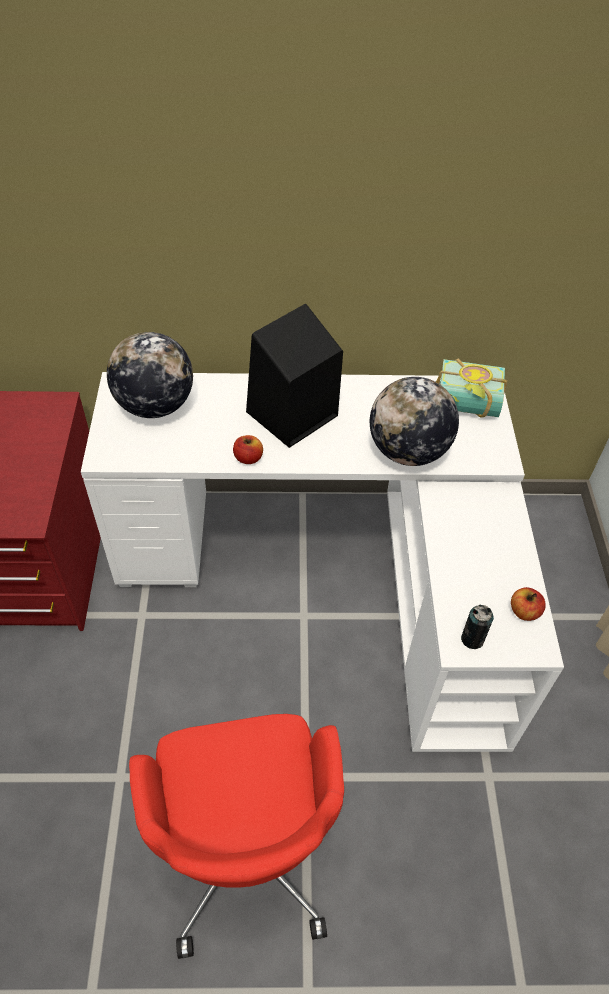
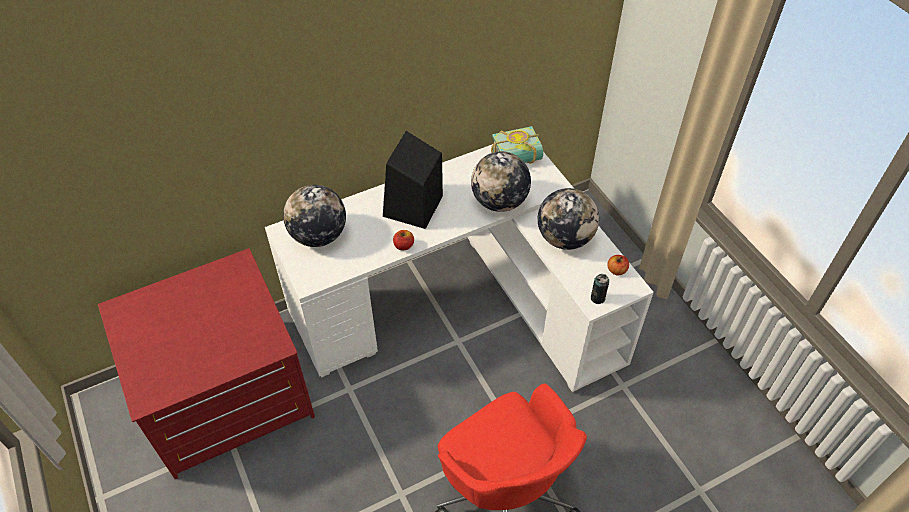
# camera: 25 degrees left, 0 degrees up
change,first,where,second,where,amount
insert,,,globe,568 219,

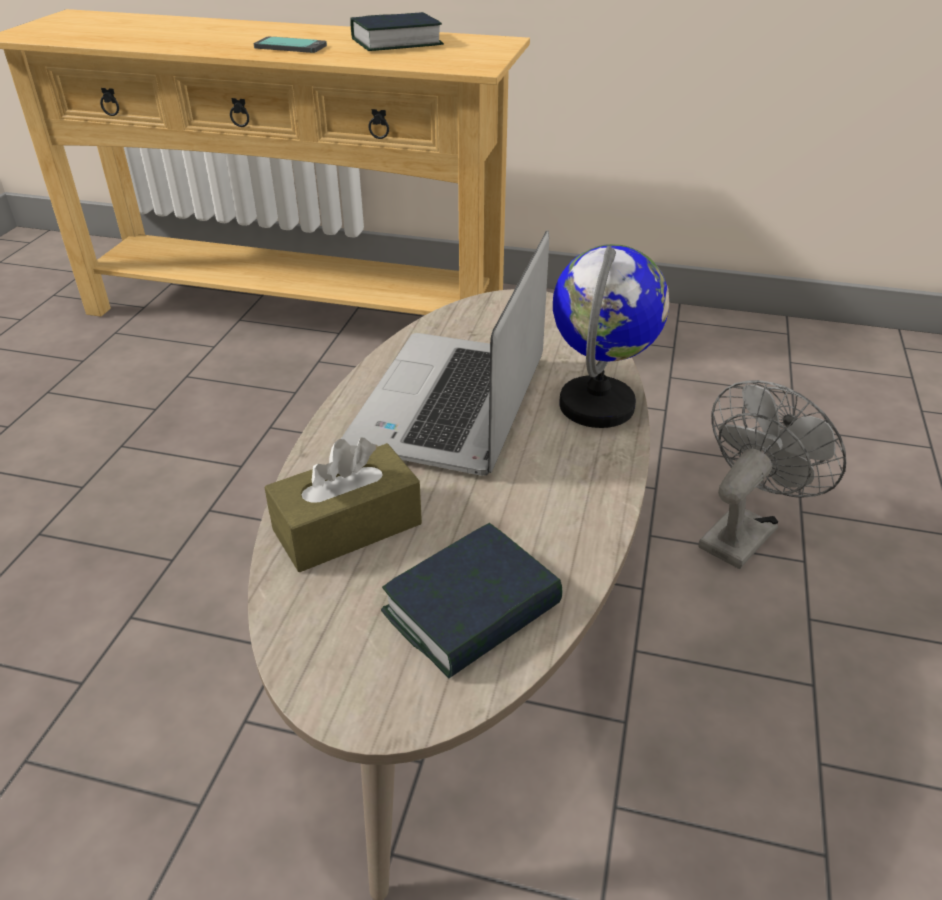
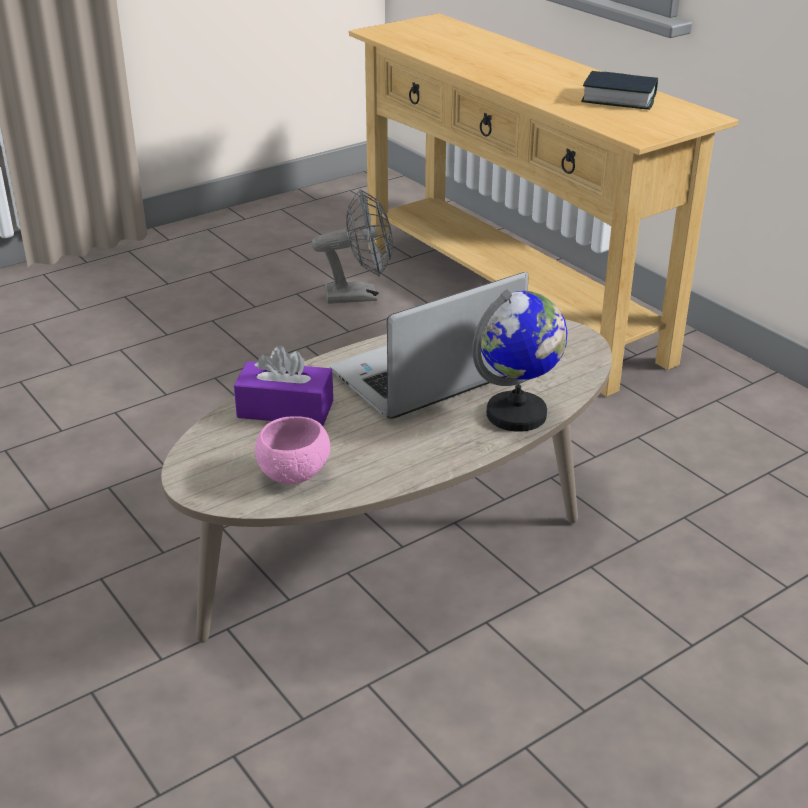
# camera: 40 degrees right, 5 degrees down
change,first,where,second,where,amount
delete,phone,290 45,,,
move,grey fan,772 474,,352 246,
recolor,brown tissue box,343 505,purple tissue box,283 385,
replace,book,471 601,pink bowl,292 450,

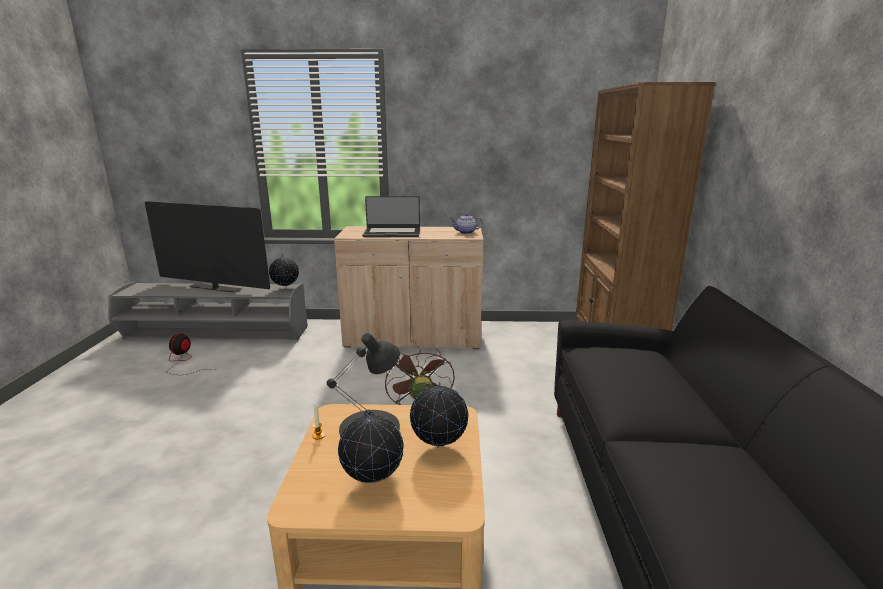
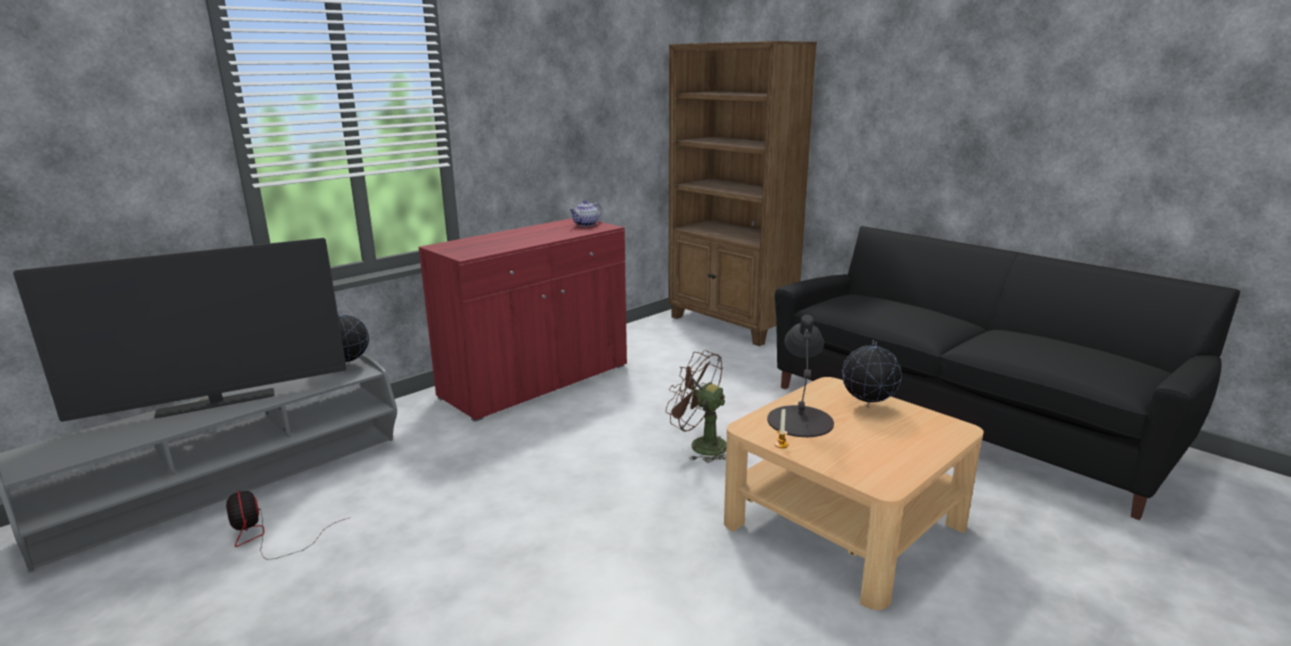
# camera: 45 degrees left, 0 degrees up
change,first,where,second,where,amount
delete,laptop,391 216,,,
recolor,beige cabinet,408 287,red cabinet,523 320,
delete,globe,371 448,,,

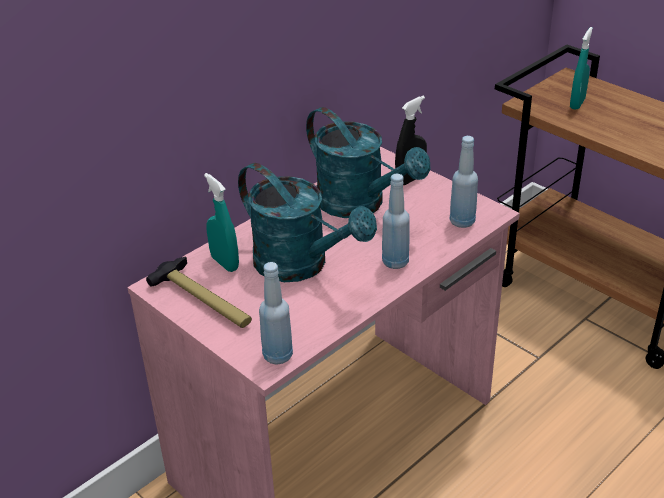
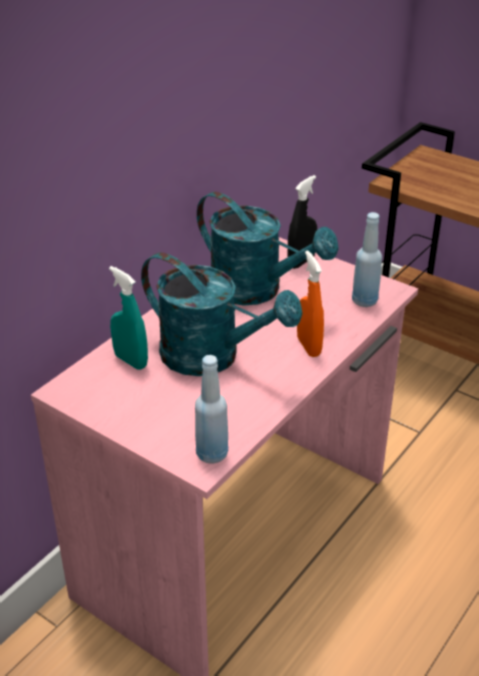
# camera: 10 degrees left, 0 degrees up
change,first,where,second,where,amount
delete,turquoise spray bottle,581 68,,,
replace,blue bottle,396 221,orange spray bottle,310 304,
delete,hammer,199 292,,,

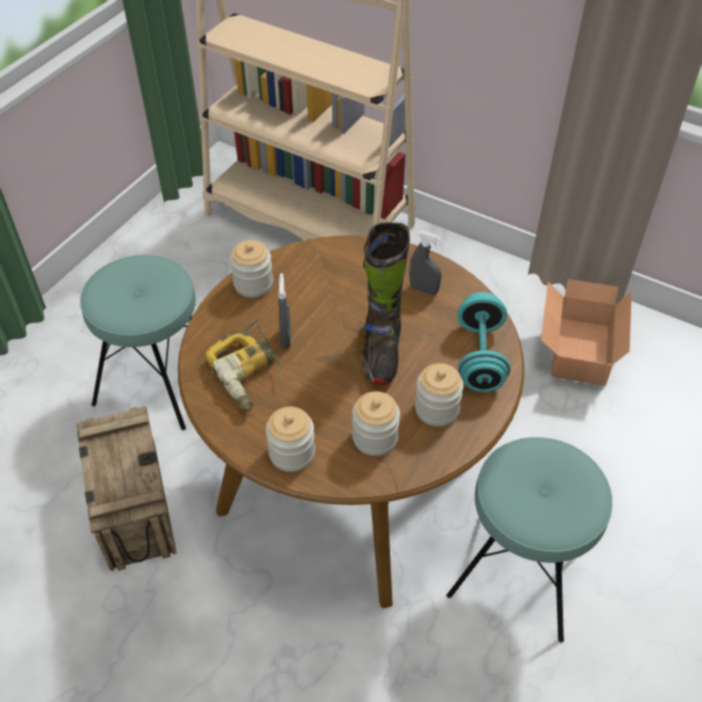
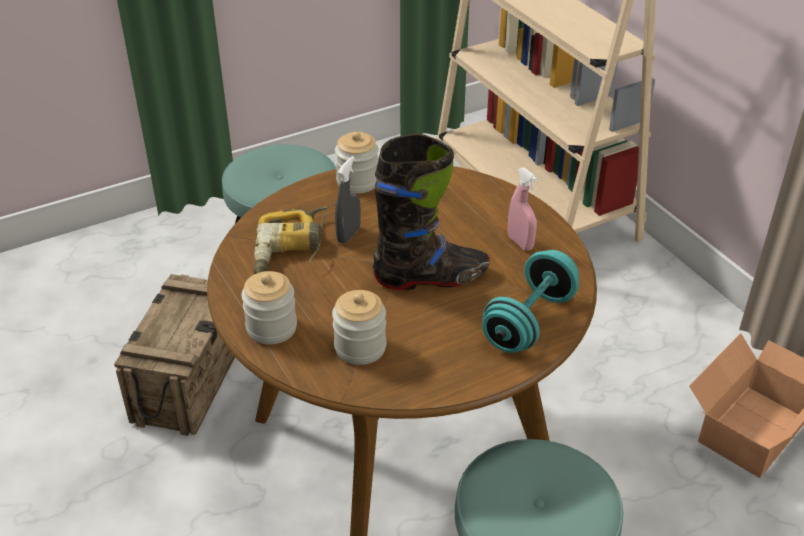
# camera: 30 degrees right, 10 degrees down
change,first,where,second,where,amount
rotate,black boot,386 303,,431 211,135 degrees counterclockwise
recolor,grey spray bottle,425 263,pink spray bottle,523 209,
delete,jar,439 394,,,

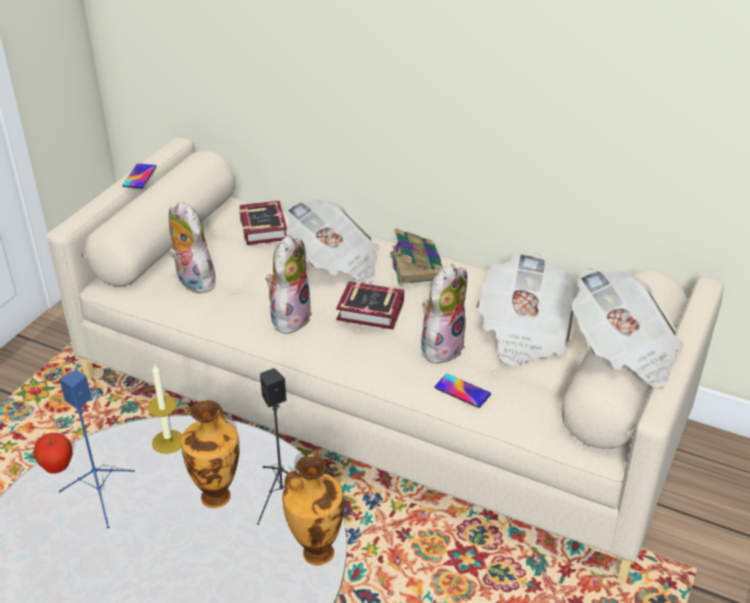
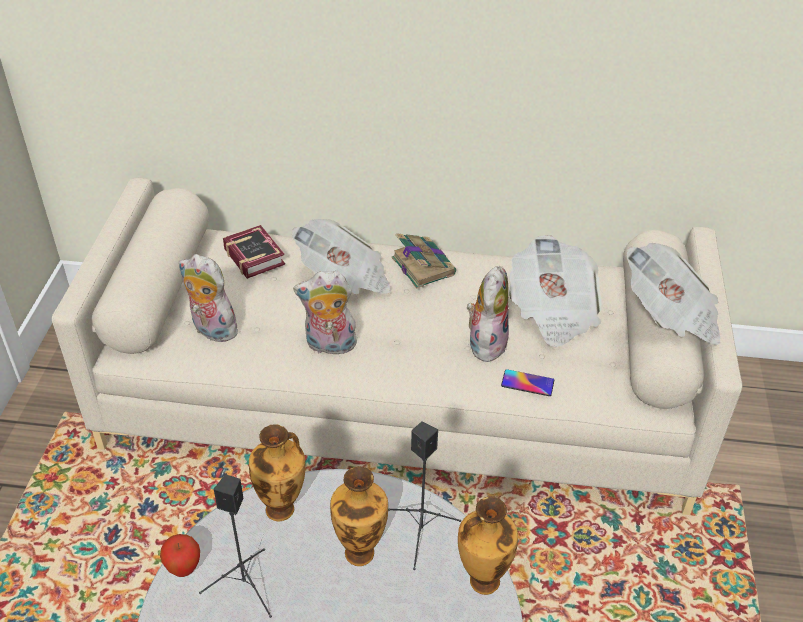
# camera: 20 degrees left, 5 degrees up
change,first,where,second,where,amount
delete,phone,140 176,,,
rotate,plush toy,288 284,,325 313,90 degrees counterclockwise
delete,book,370 305,,,
replace,candle,165 408,vase,277 472,
recolor,blue speaker,97 449,black speaker,235 546,

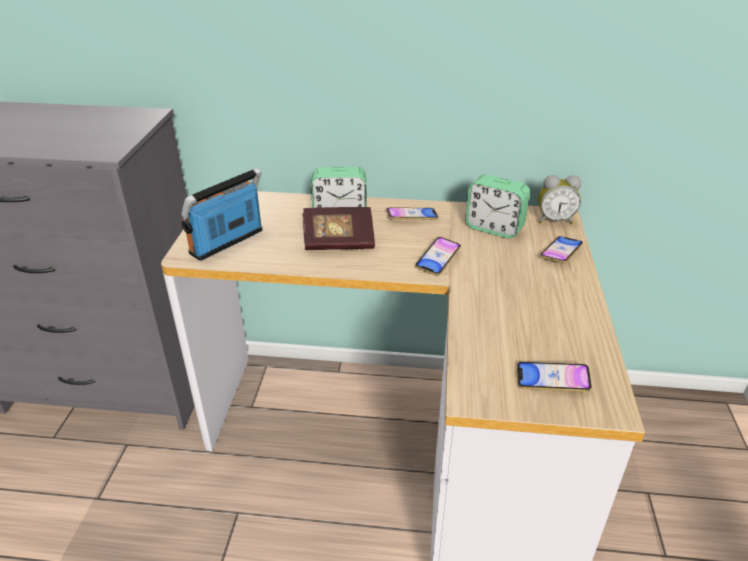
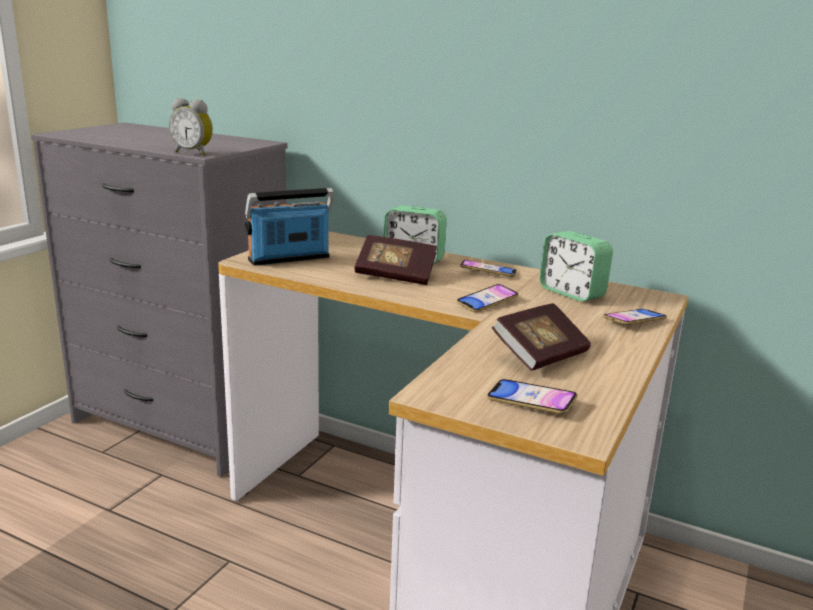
# camera: 20 degrees right, 15 degrees down
change,first,where,second,where,amount
move,alarm clock,559 199,,191 127,
insert,,,book,541 337,

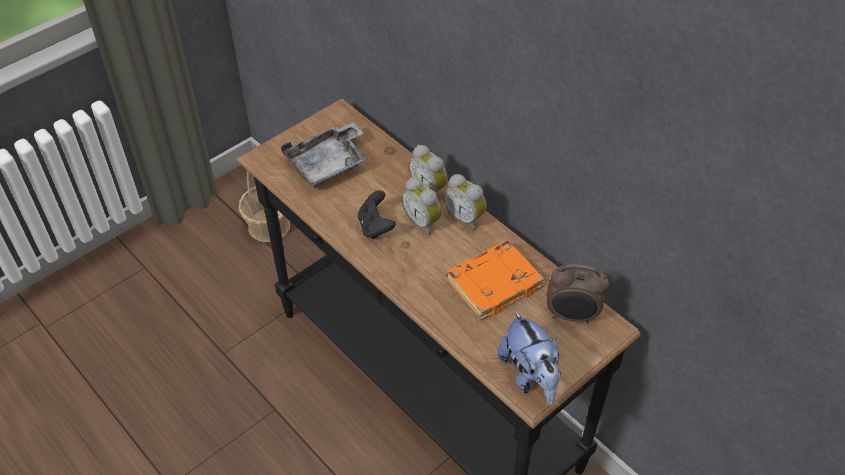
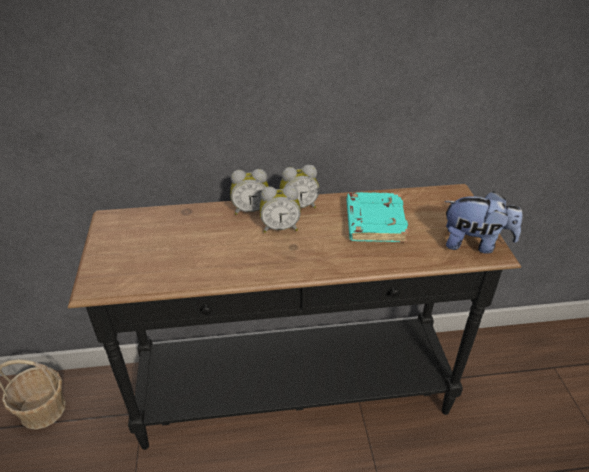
# camera: 55 degrees left, 10 degrees down
change,first,where,second,where,amount
delete,grey tray,324 155,,,
delete,black game controller,377 214,,,
recolor,orange book,495 280,turquoise book,378 217,
delete,alarm clock,578 294,,,

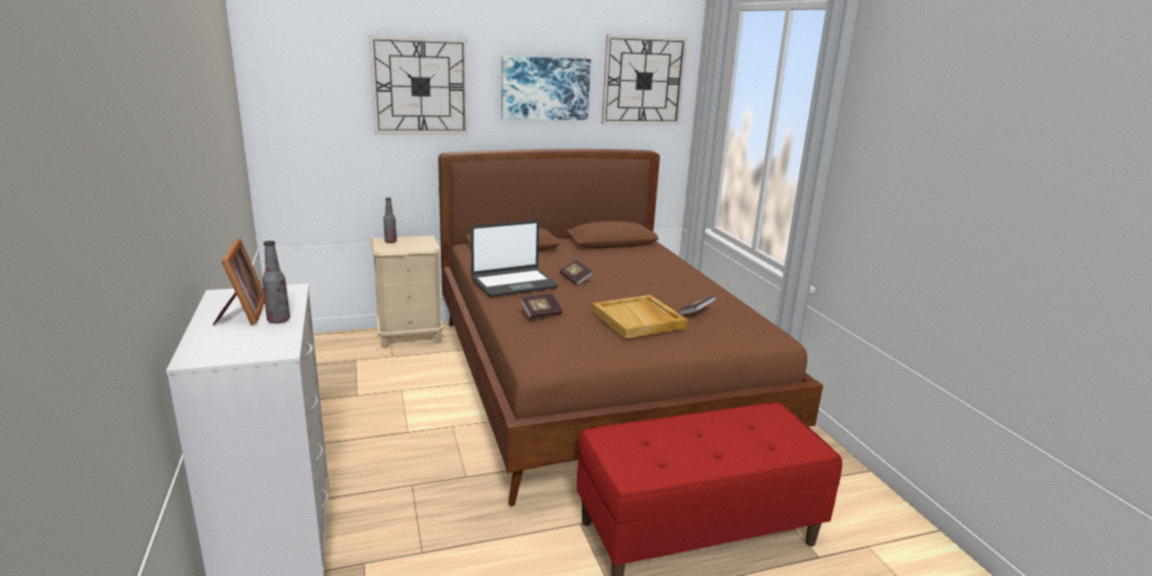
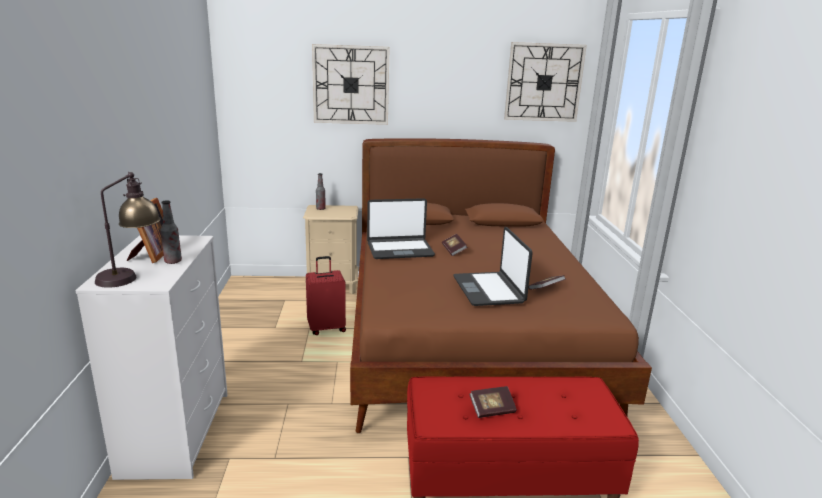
# camera: 15 degrees right, 0 degrees up
change,first,where,second,where,amount
delete,picture,546 88,,,
move,book,541 306,,493 402,
replace,beige tray,639 317,laptop,493 266,
insert,,,table lamp,128 230,
insert,,,red suitcase,326 295,

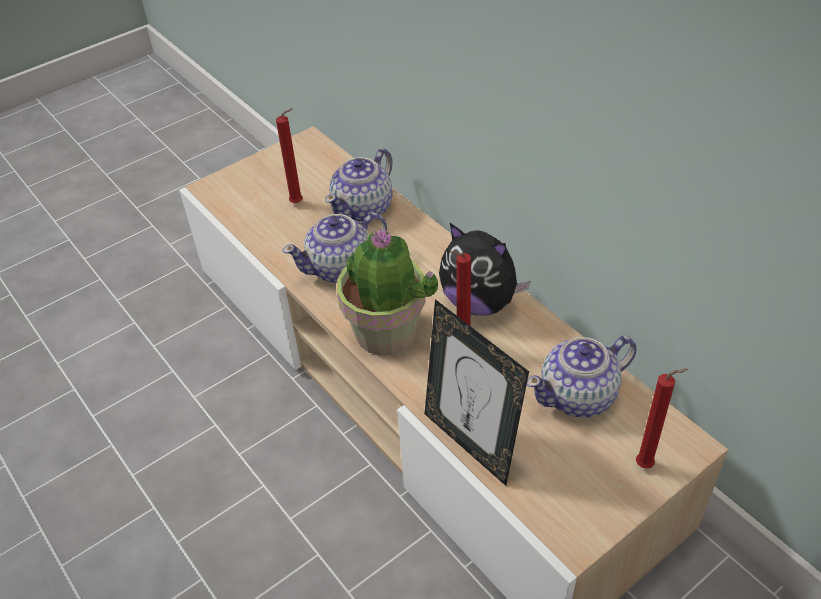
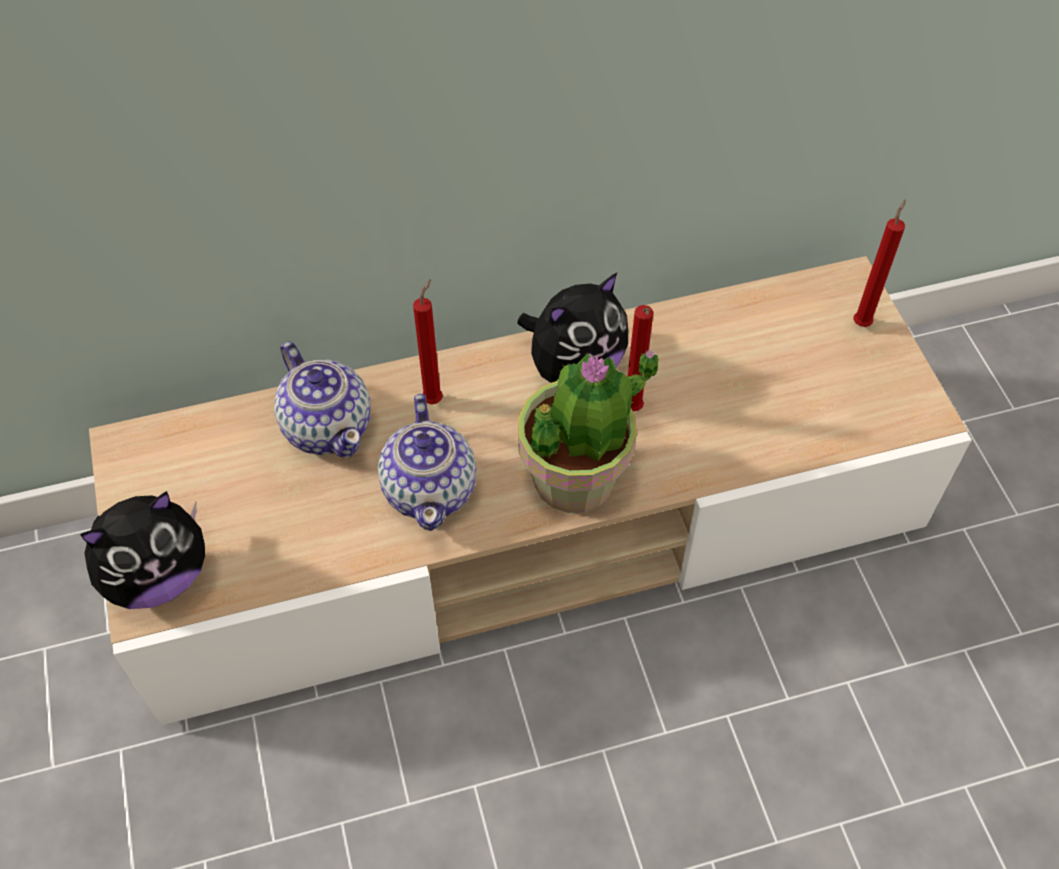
# camera: 70 degrees left, 10 degrees up
change,first,where,second,where,amount
move,red candle,289 156,,428 341,
delete,picture frame,477 392,,,
delete,teapot,581 376,,,
insert,,,plush toy,142 550,

